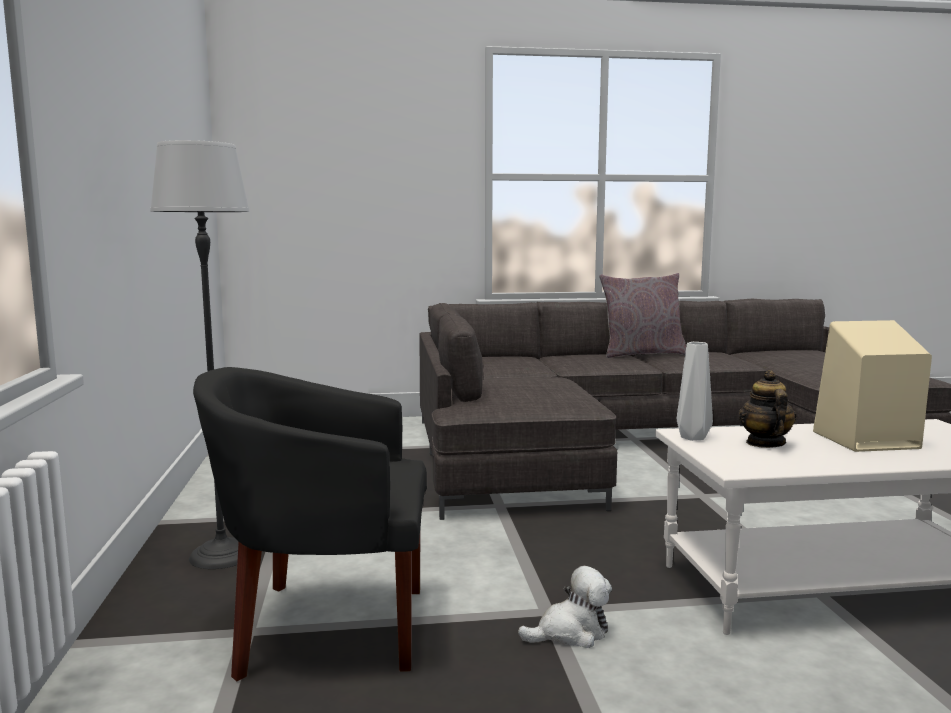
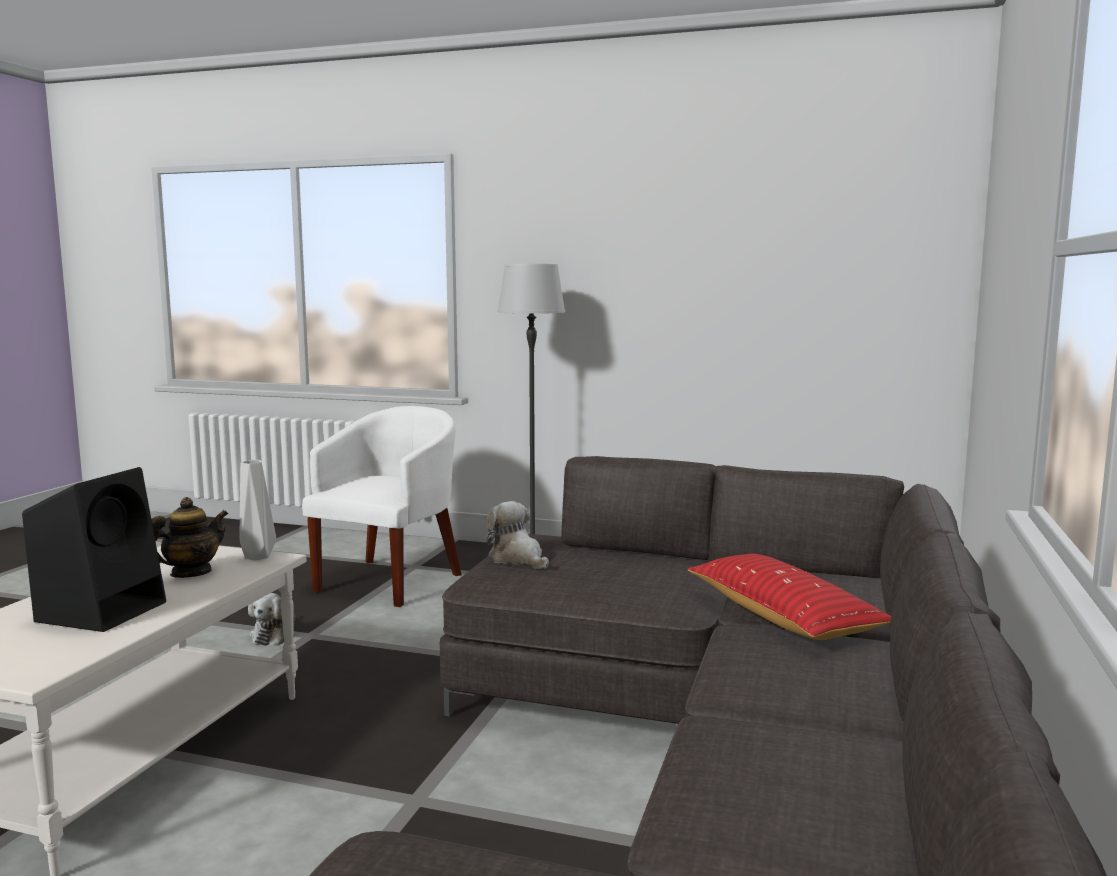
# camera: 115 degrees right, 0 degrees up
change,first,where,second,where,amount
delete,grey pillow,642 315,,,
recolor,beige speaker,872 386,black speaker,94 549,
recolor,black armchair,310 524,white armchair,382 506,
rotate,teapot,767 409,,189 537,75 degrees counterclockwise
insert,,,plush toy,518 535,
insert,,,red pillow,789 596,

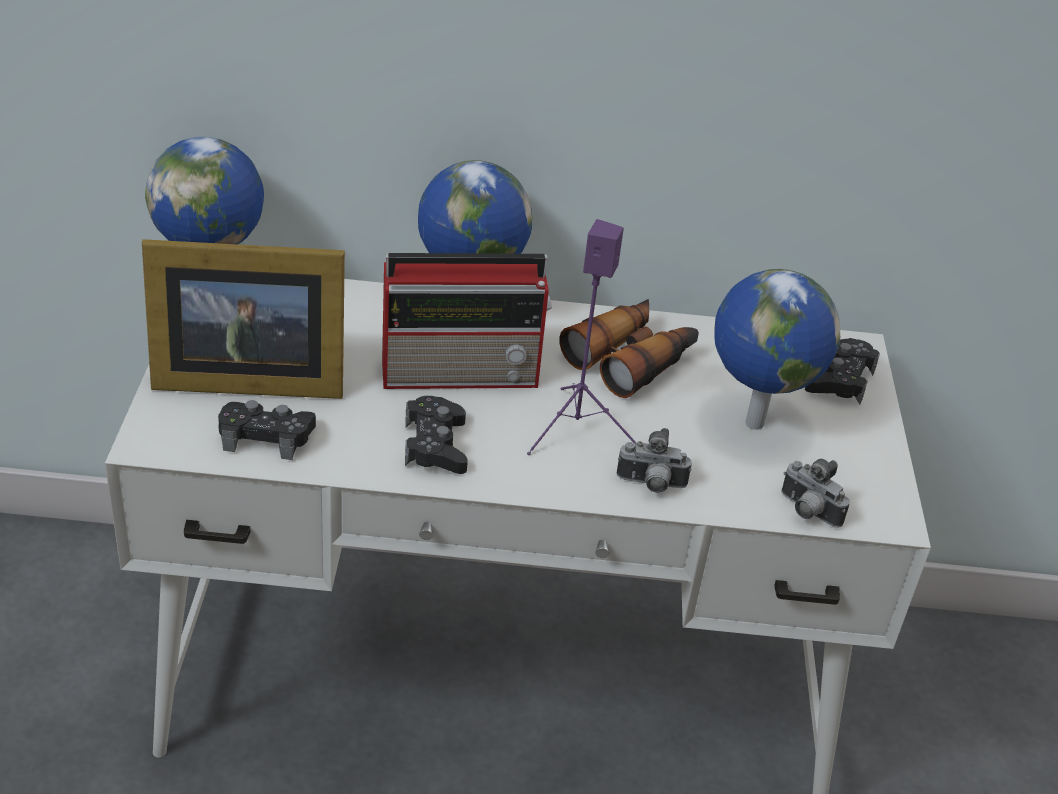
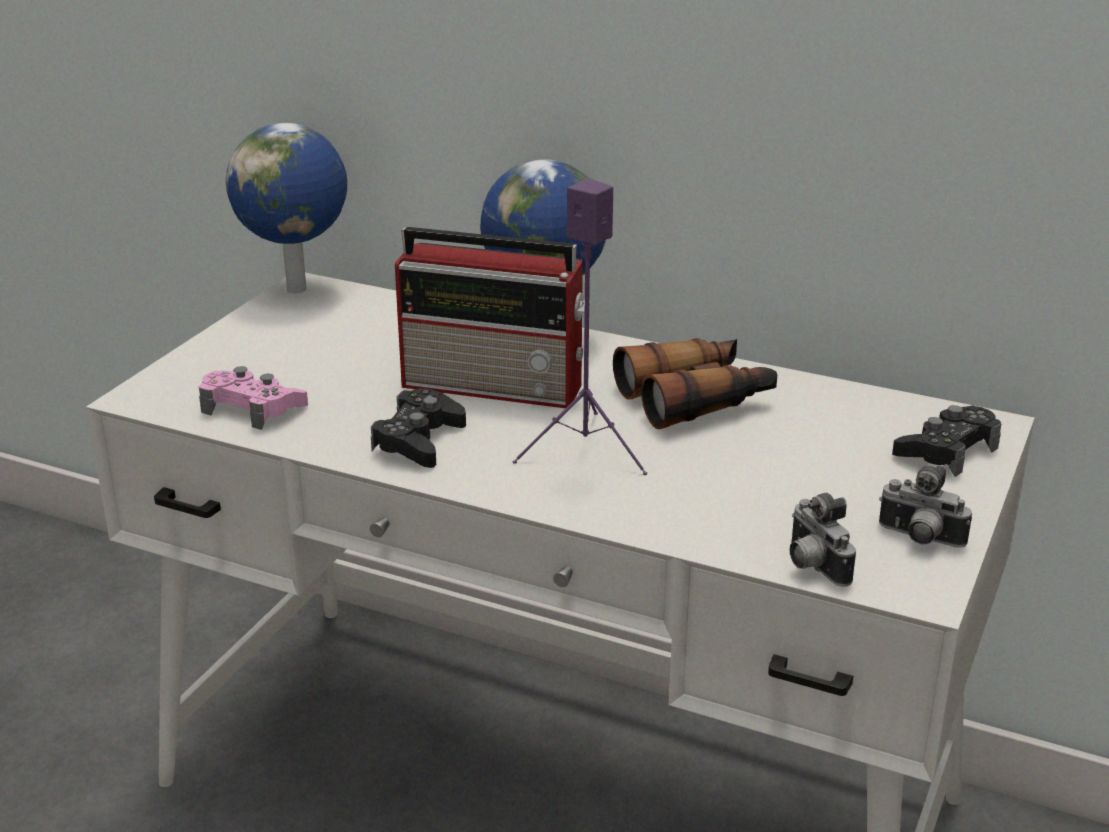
# camera: 25 degrees right, 10 degrees down
change,first,where,second,where,amount
delete,picture frame,243 319,,,
delete,globe,777 349,,,
recolor,black game controller,267 430,pink game controller,253 398,
move,photo camera,654 460,,925 506,

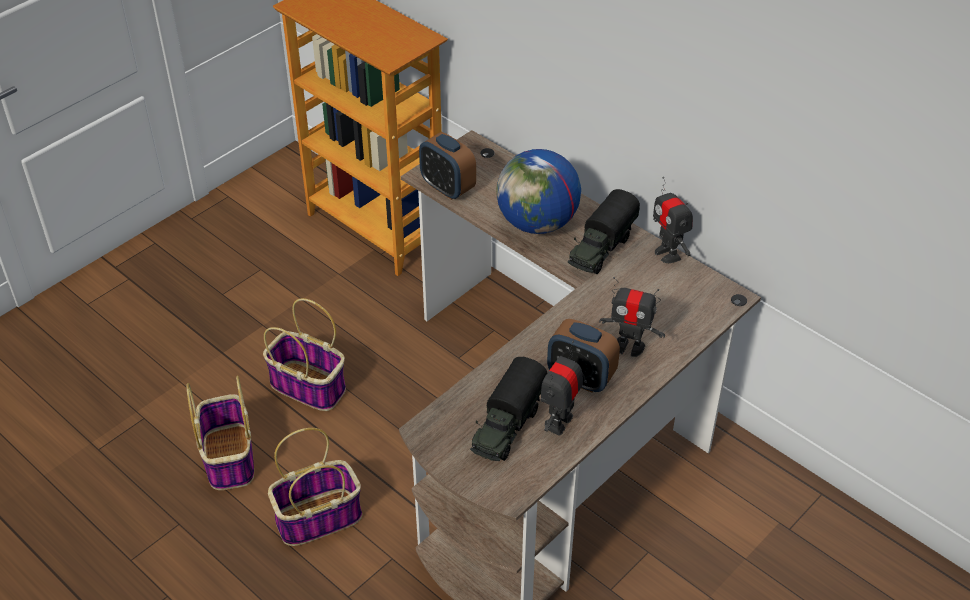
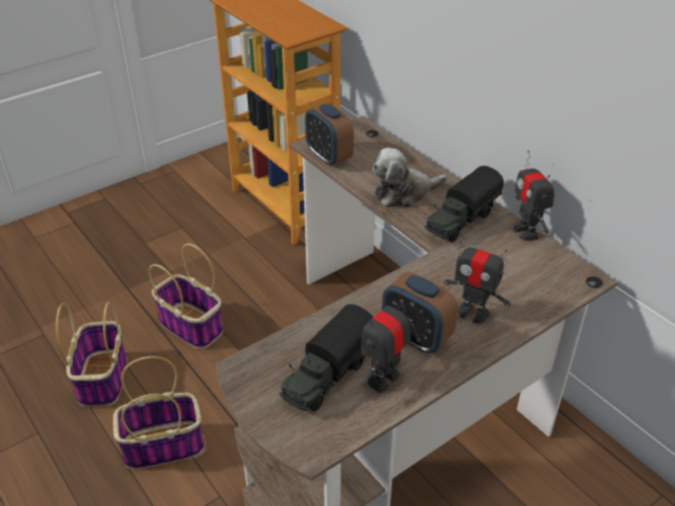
# camera: 10 degrees right, 5 degrees down
change,first,where,second,where,amount
replace,globe,538 191,plush toy,409 177,

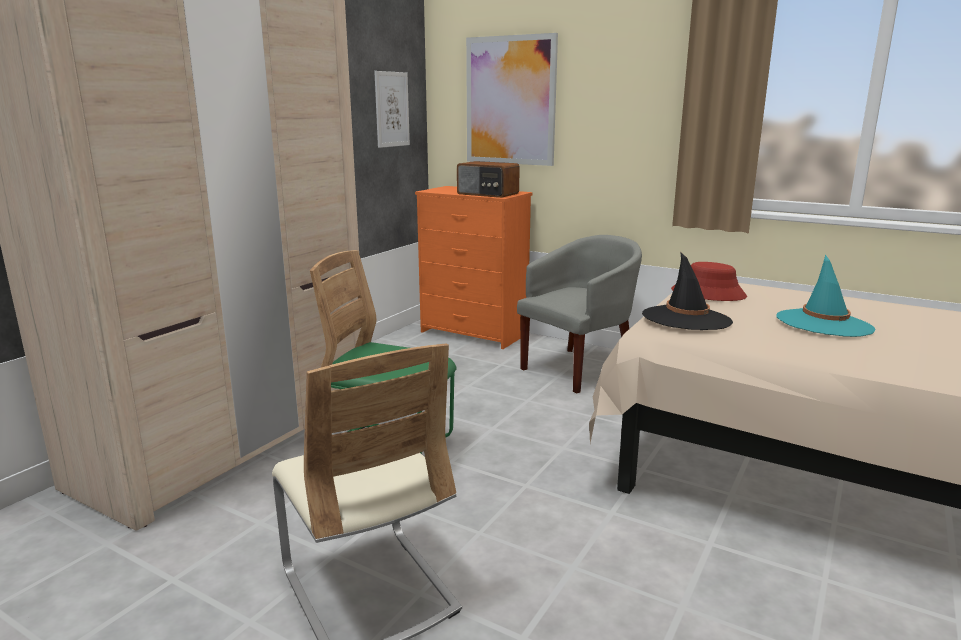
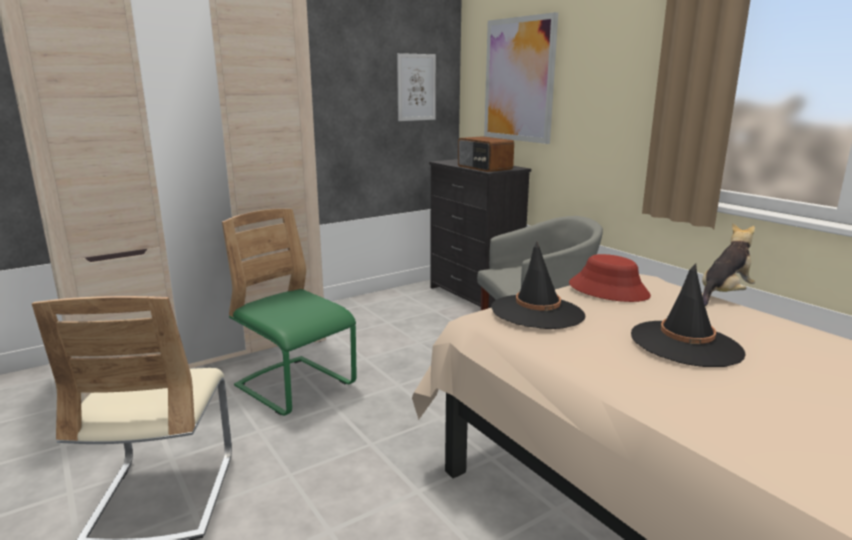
# camera: 25 degrees right, 0 degrees up
change,first,where,second,where,amount
recolor,orange dresser,473 267,black dresser,480 233,
recolor,turquoise hat,826 296,black hat,688 315,
insert,,,plush toy,728 264,

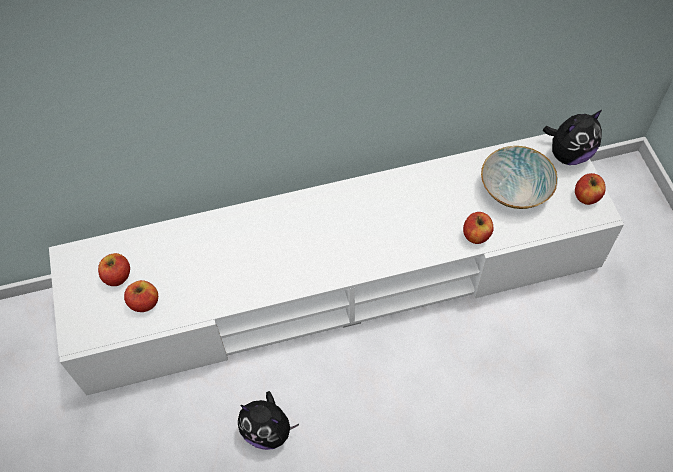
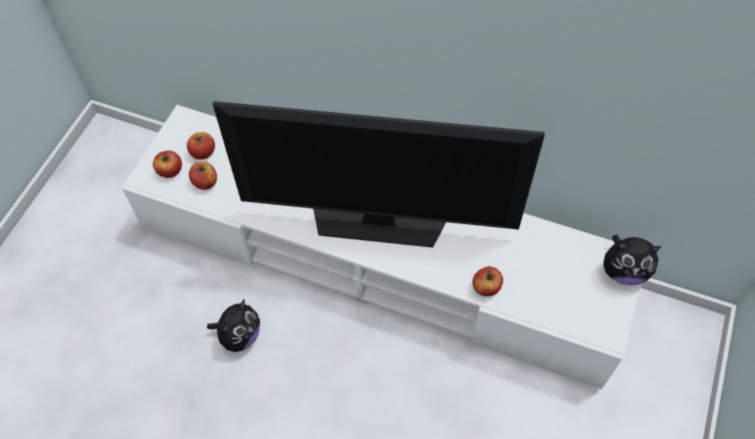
# camera: 35 degrees right, 0 degrees up
change,first,where,second,where,amount
delete,bowl,519 177,,,
move,apple,590 189,,167 164,
rotate,plush toy,269 420,,233 326,120 degrees counterclockwise
insert,,,television,379 174,

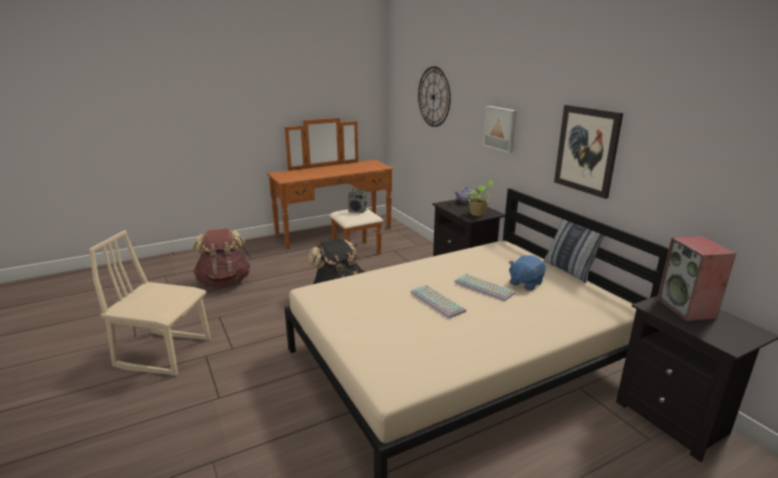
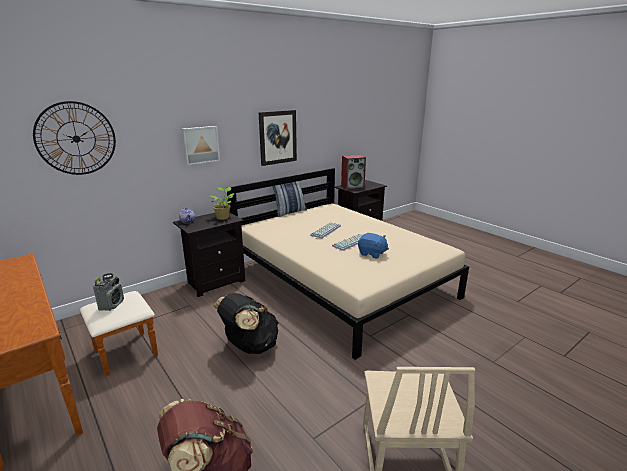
# camera: 100 degrees left, 0 degrees up
change,first,where,second,where,amount
move,blue plush toy,527 272,,373 245,

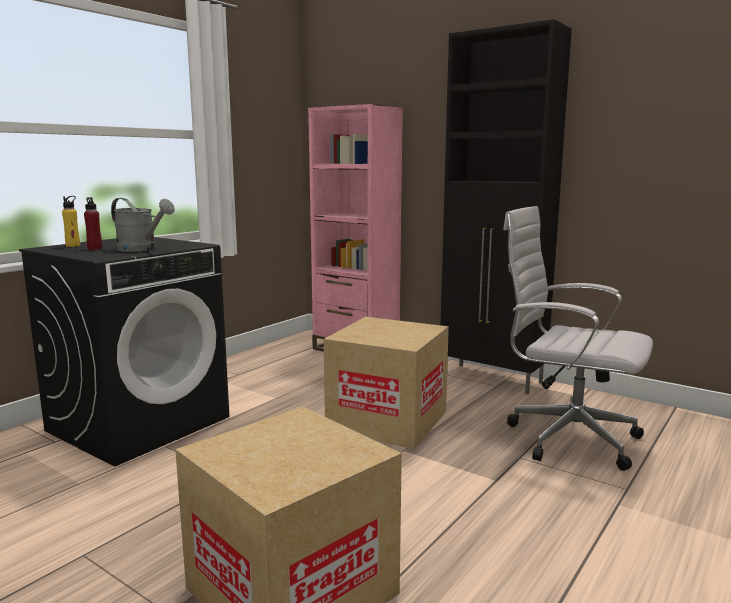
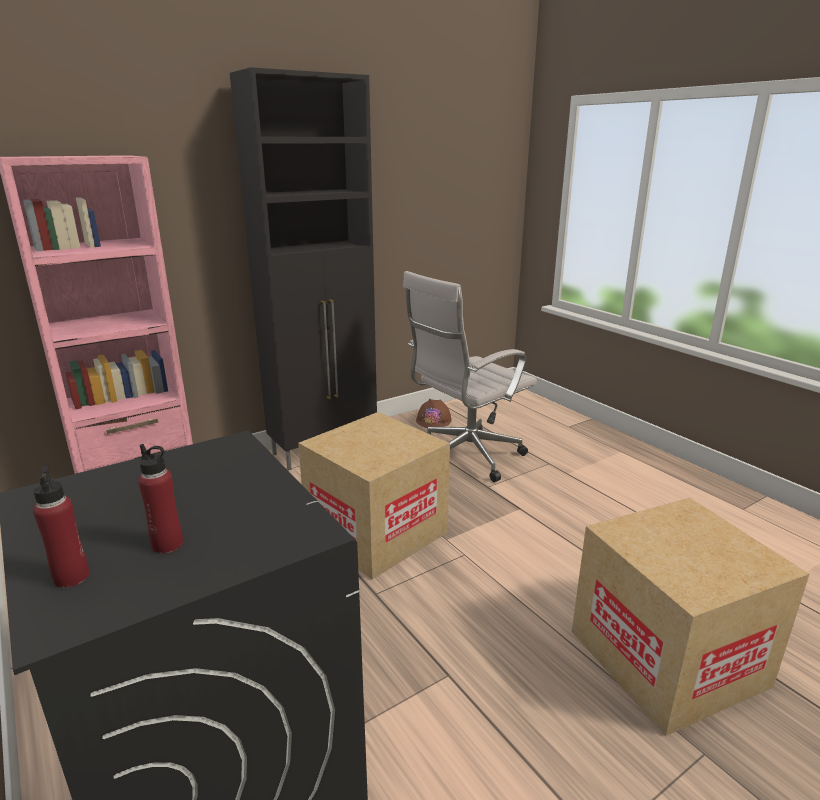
# camera: 70 degrees left, 10 degrees up
change,first,where,second,where,amount
recolor,yellow bottle,71 221,red bottle,61 526,
delete,grey watering can,143 225,,,
insert,,,brown hard hat,434 413,

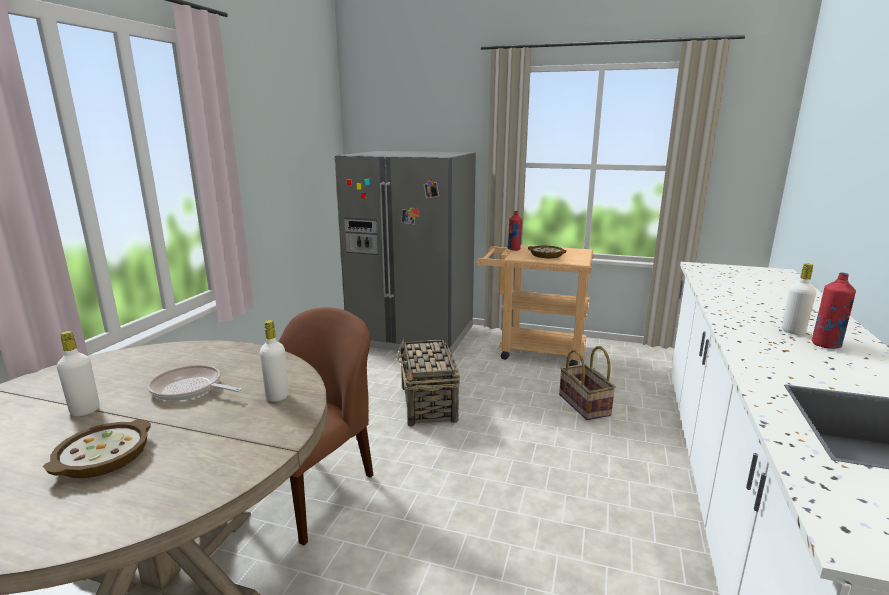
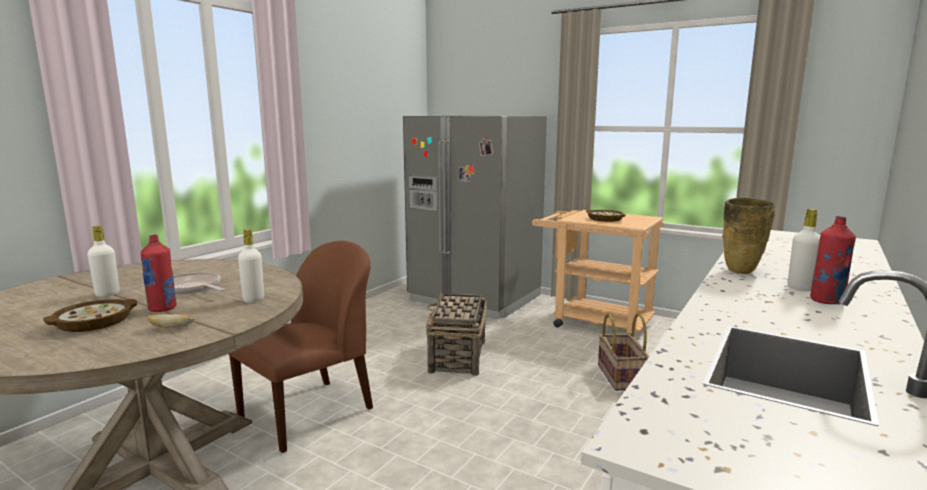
# camera: 15 degrees right, 5 degrees down
change,first,where,second,where,amount
move,red bottle,514 231,,158 273,
insert,,,beige vase,748 236,
insert,,,bread,171 321,

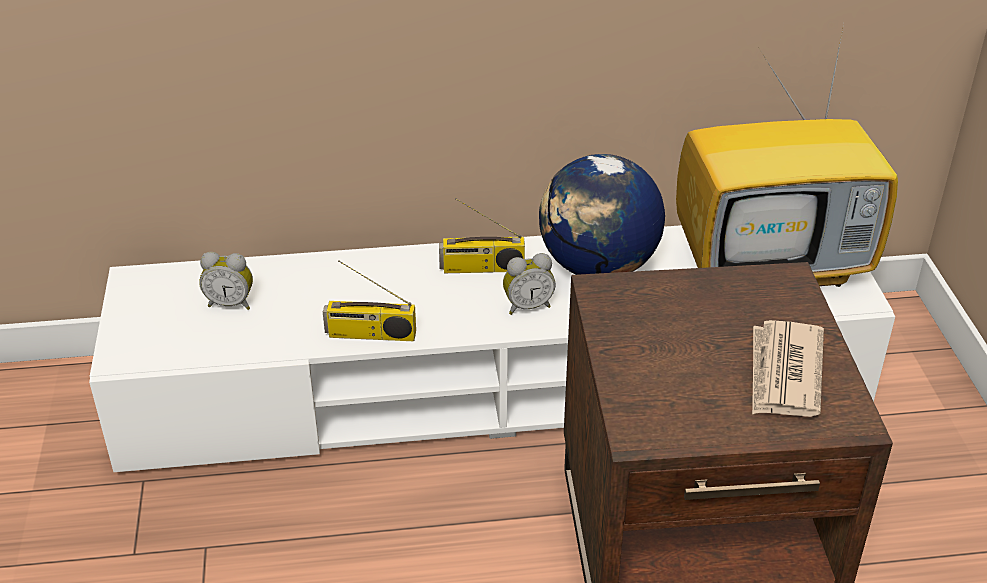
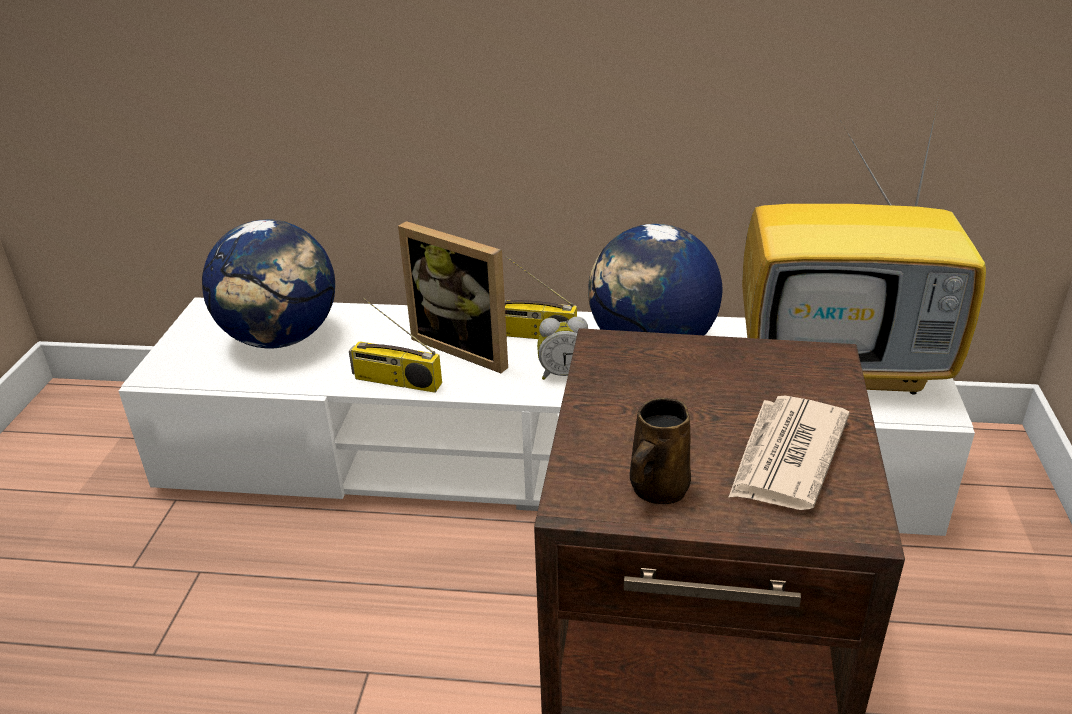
# camera: 15 degrees right, 5 degrees down
change,first,where,second,where,amount
replace,alarm clock,226 281,globe,268 284,
insert,,,picture frame,453 297,
insert,,,brown mug,660 451,

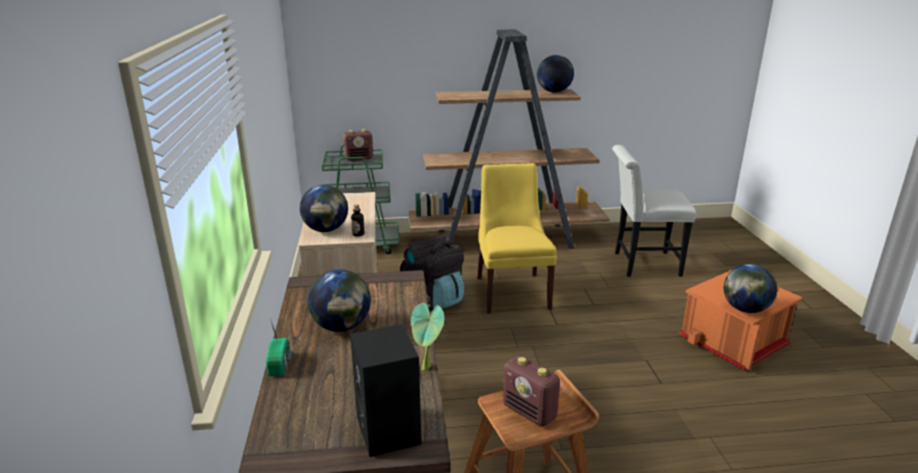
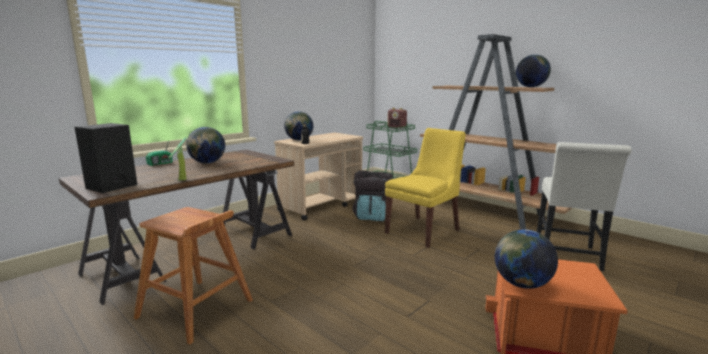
# camera: 50 degrees right, 10 degrees down
change,first,where,second,where,amount
rotate,white chair,654 211,,584 206,120 degrees counterclockwise
delete,radio,531 391,,,

